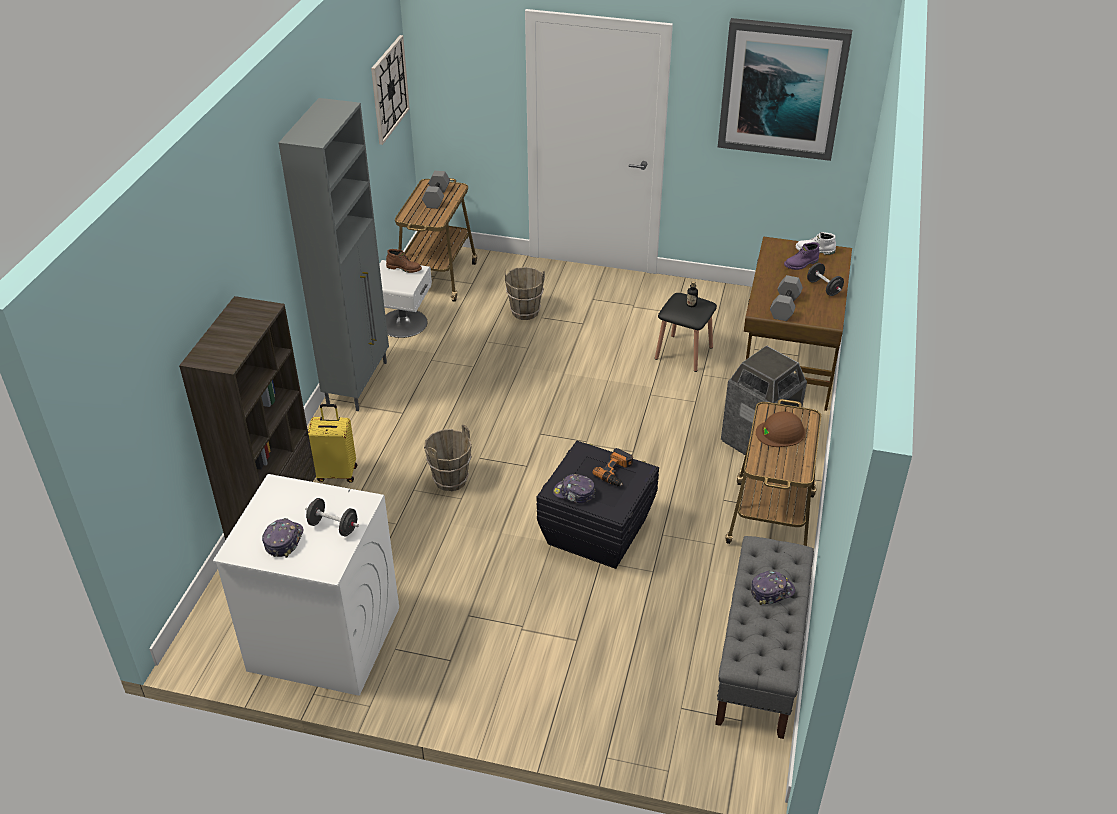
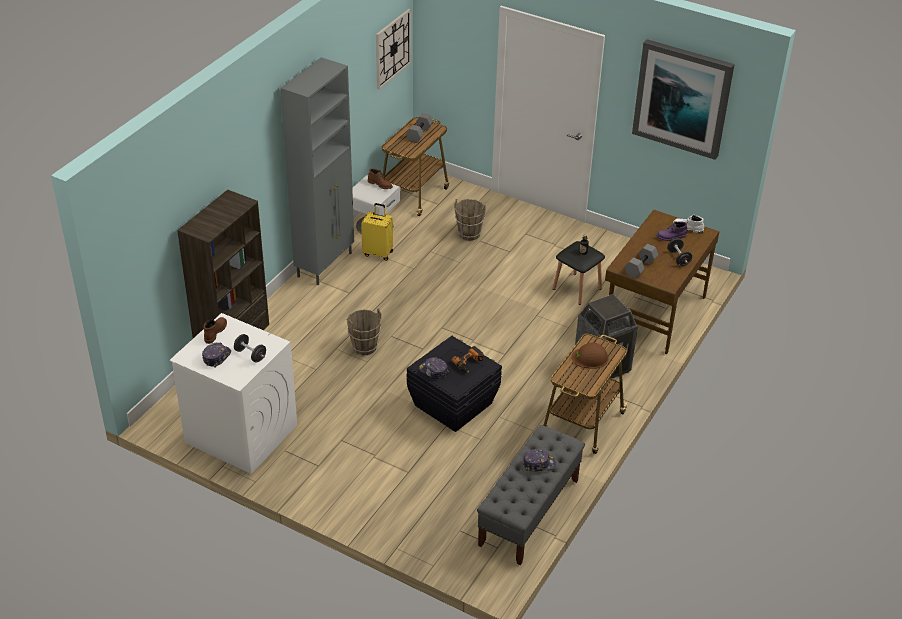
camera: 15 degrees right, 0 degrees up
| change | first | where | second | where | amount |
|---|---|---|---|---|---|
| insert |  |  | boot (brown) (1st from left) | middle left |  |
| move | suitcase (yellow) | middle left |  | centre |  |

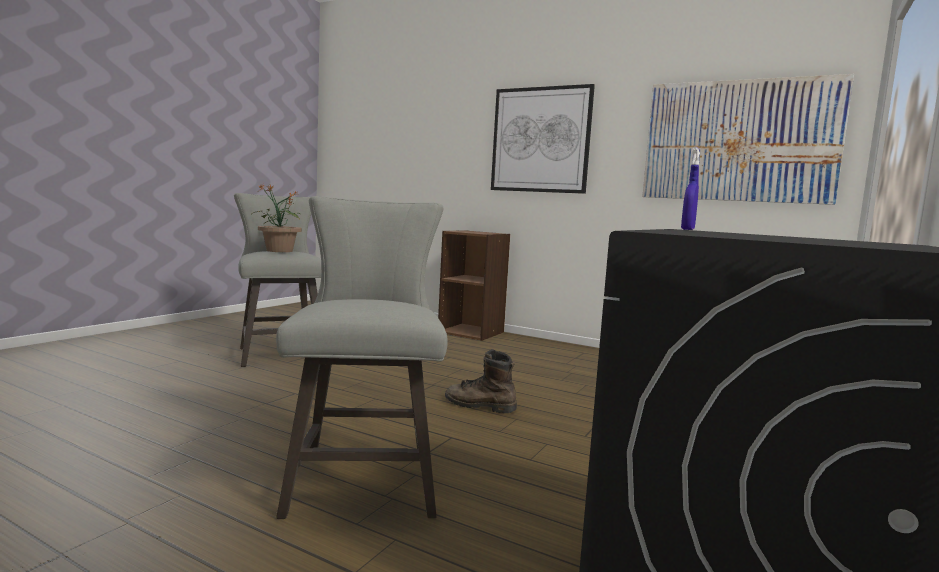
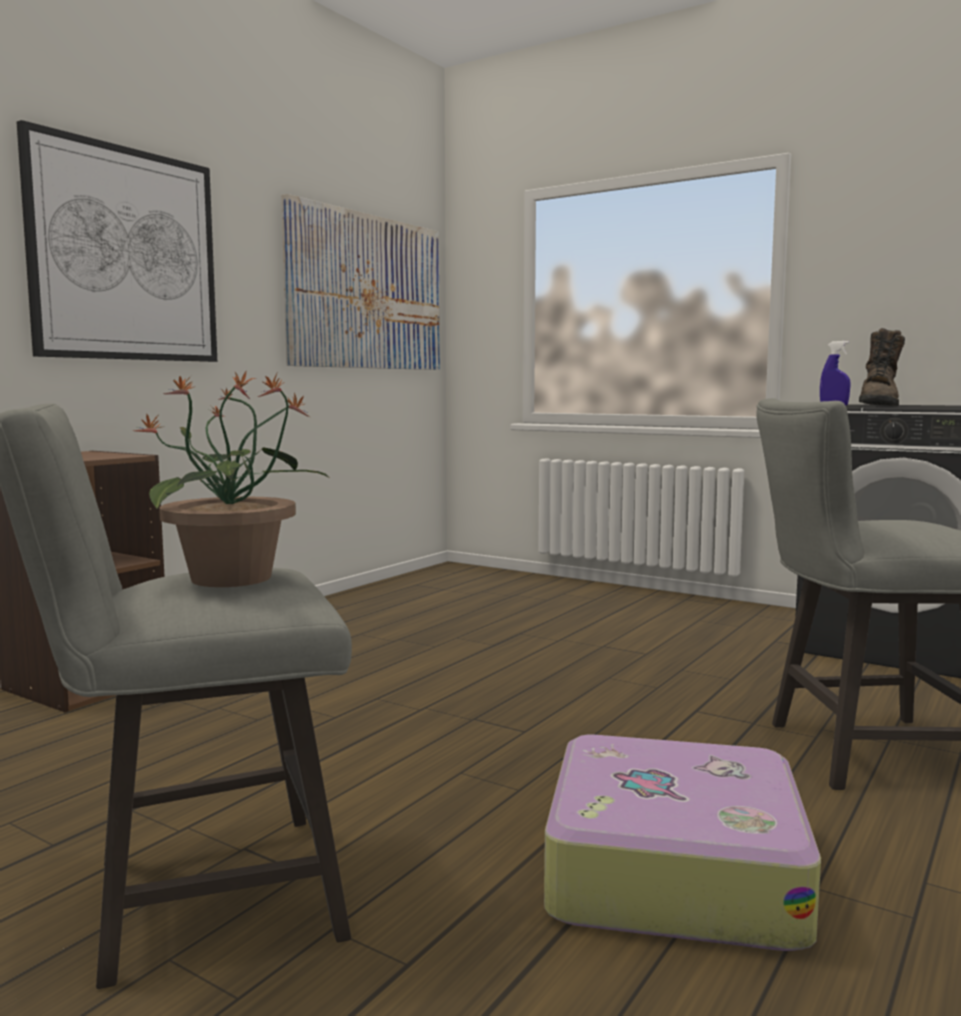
camera: 85 degrees left, 0 degrees up
| change | first | where | second | where | amount |
|---|---|---|---|---|---|
| insert |  |  | suitcase | bottom right |  |
| move | boot (brown) | centre |  | middle right |  |

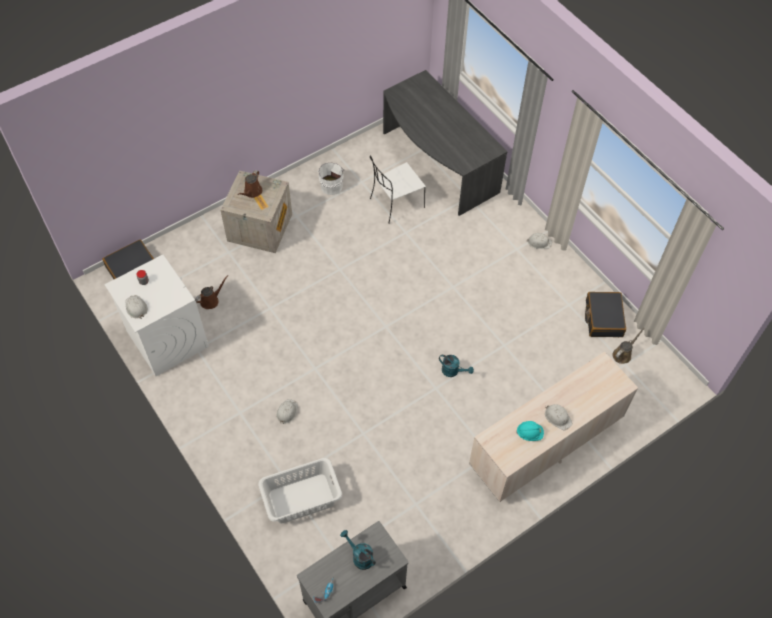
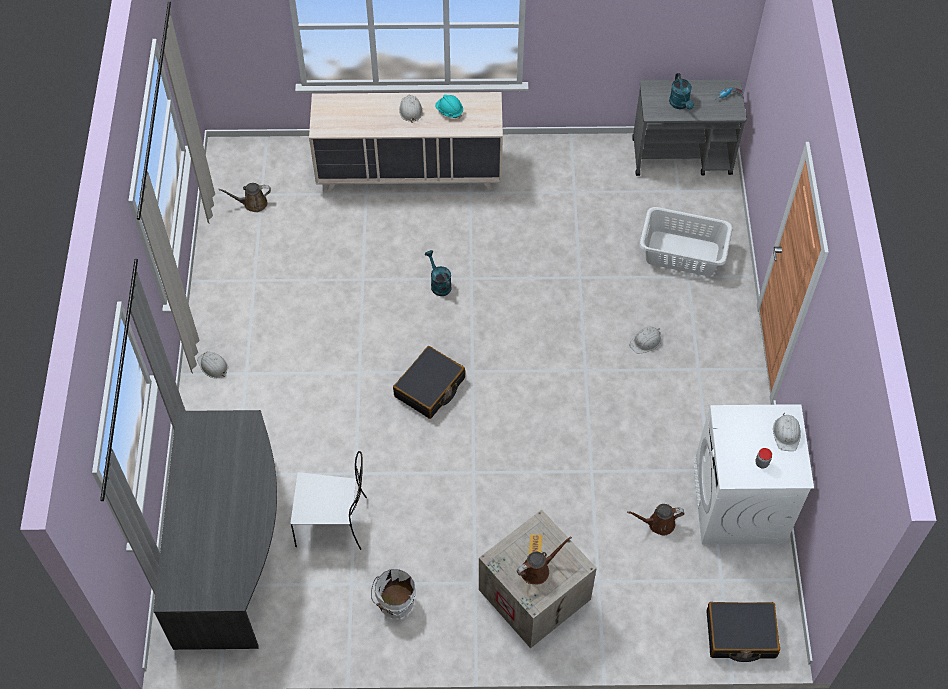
camera: 145 degrees left, 0 degrees up
| change | first | where | second | where | amount |
|---|---|---|---|---|---|
| move | suitcase (black) (2nd from left in the first image) | middle right | suitcase (black) (1st from left) | centre |  |

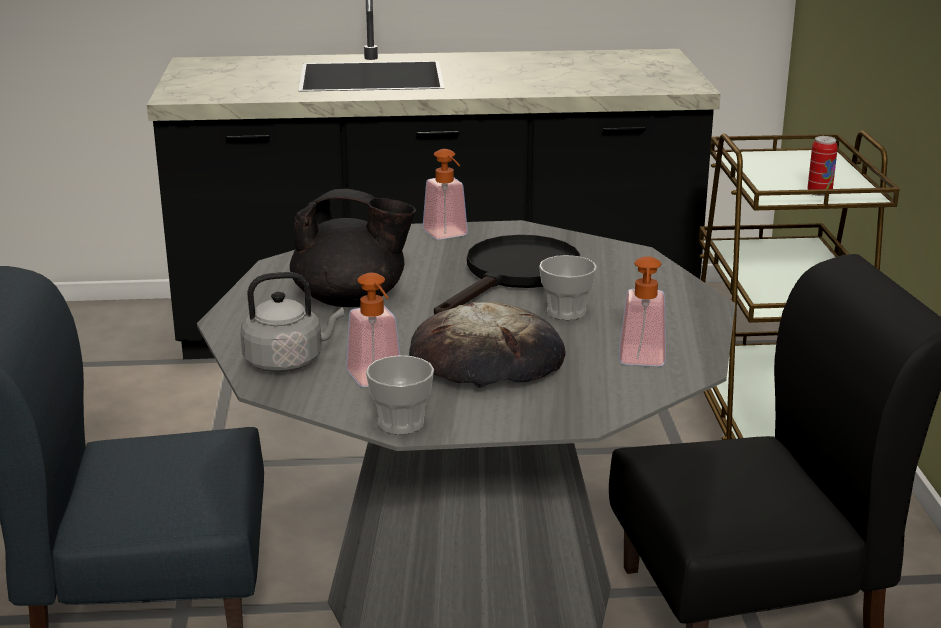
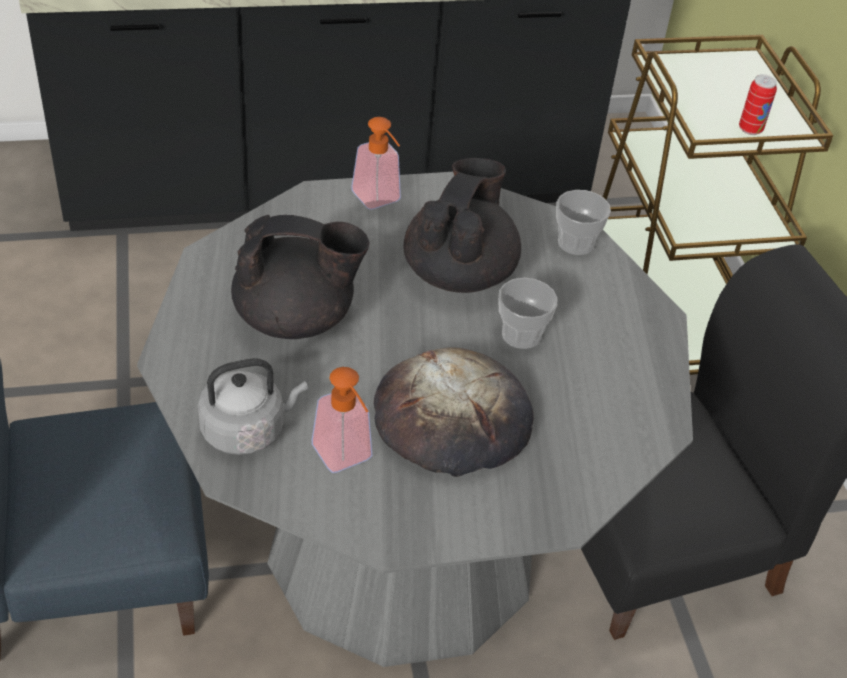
camera: 10 degrees left, 20 degrees up
| change | first | where | second | where | amount |
|---|---|---|---|---|---|
| delete | soap dispenser (3rd from left) | middle right |  |  |  |
| move | cup (1st from left in the first image) | centre | cup (2nd from left) | top right |  |
| replace | frying pan (black) | centre | teapot (black) (2nd from left) | top centre |  |

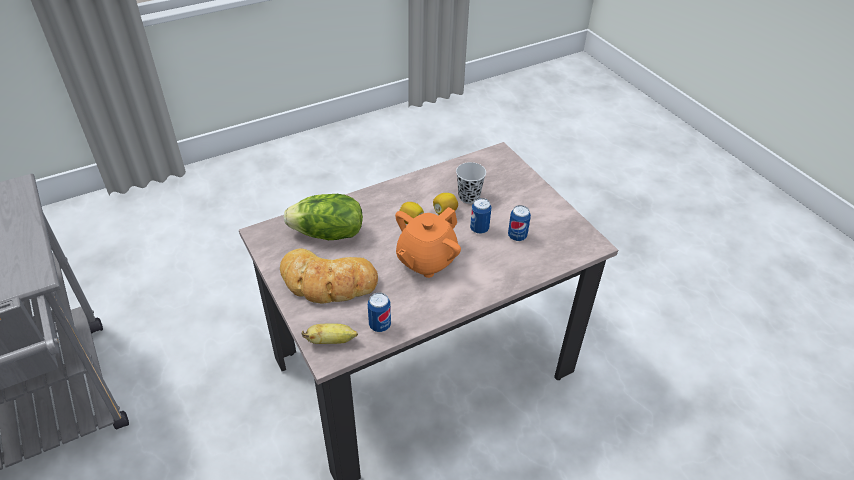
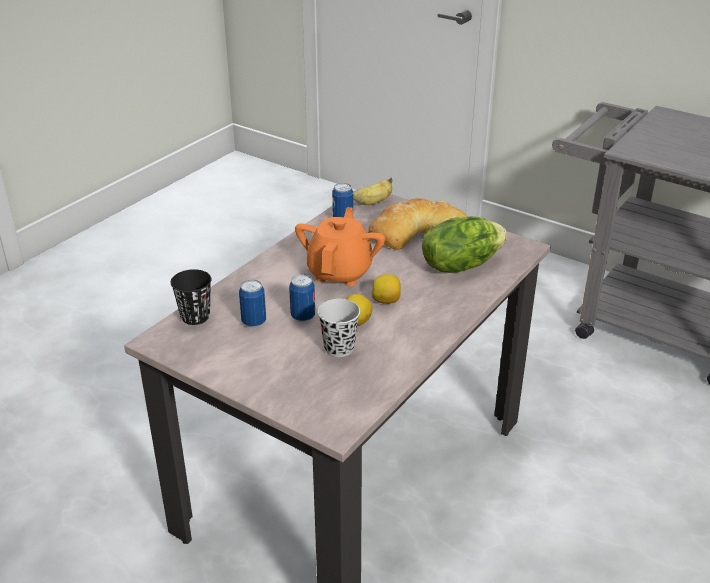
camera: 155 degrees right, 10 degrees down
| change | first | where | second | where | amount |
|---|---|---|---|---|---|
| insert |  |  | cup (black) (1st from left) | middle left |  |

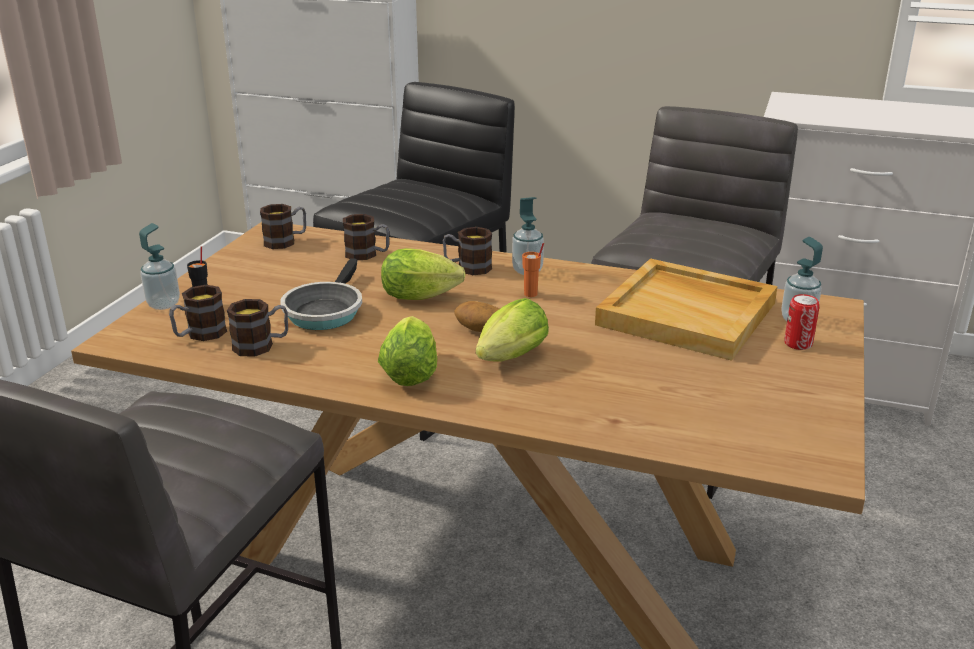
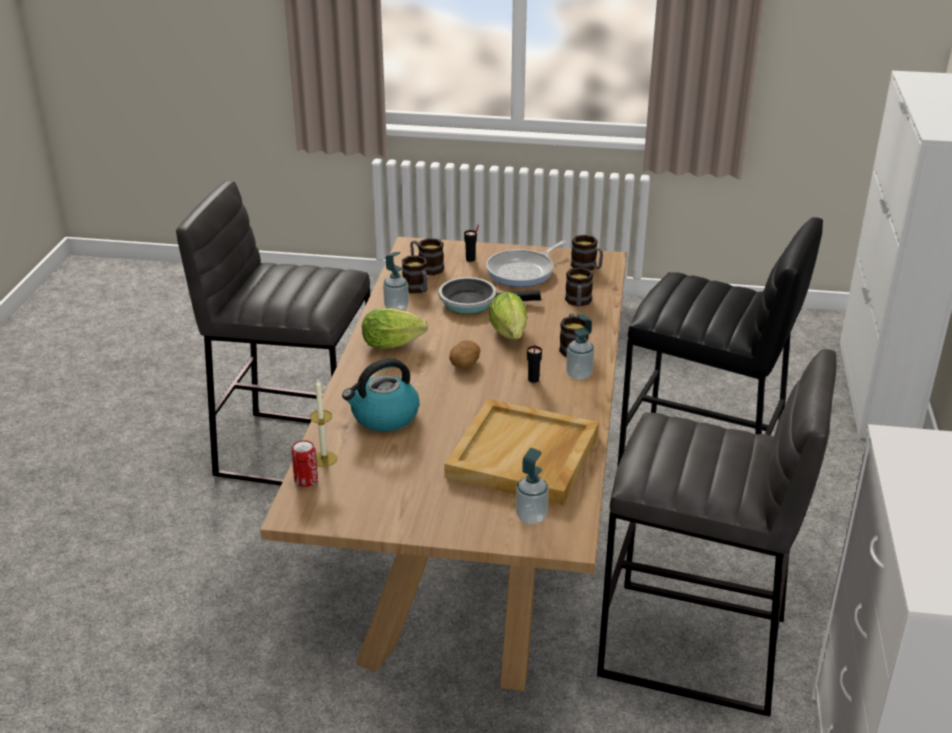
camera: 80 degrees right, 5 degrees up
| change | first | where | second | where | amount |
|---|---|---|---|---|---|
| delete | lettuce (3rd from left) | centre |  |  |  |
| insert |  |  | candle | centre |  |
| insert |  |  | kettle | centre |  |
| insert |  |  | frying pan (2nd from left) | centre |  |
| move | soap dispenser (1st from left) | middle left |  | centre |  |
| move | can | middle right |  | middle left |  |
| recolor | cup (orange) | centre | cup (black) (2nd from left) | centre |  |

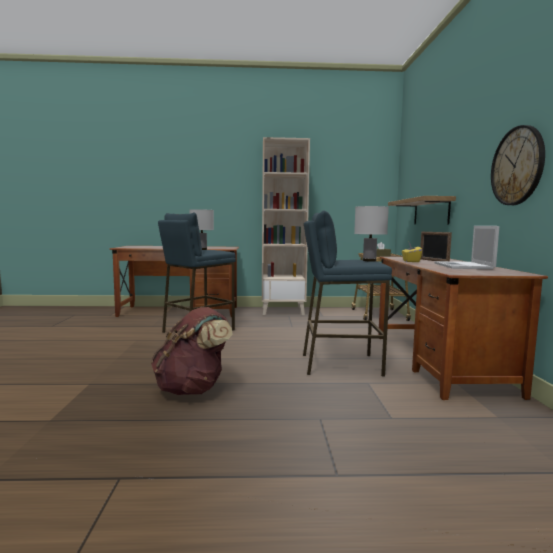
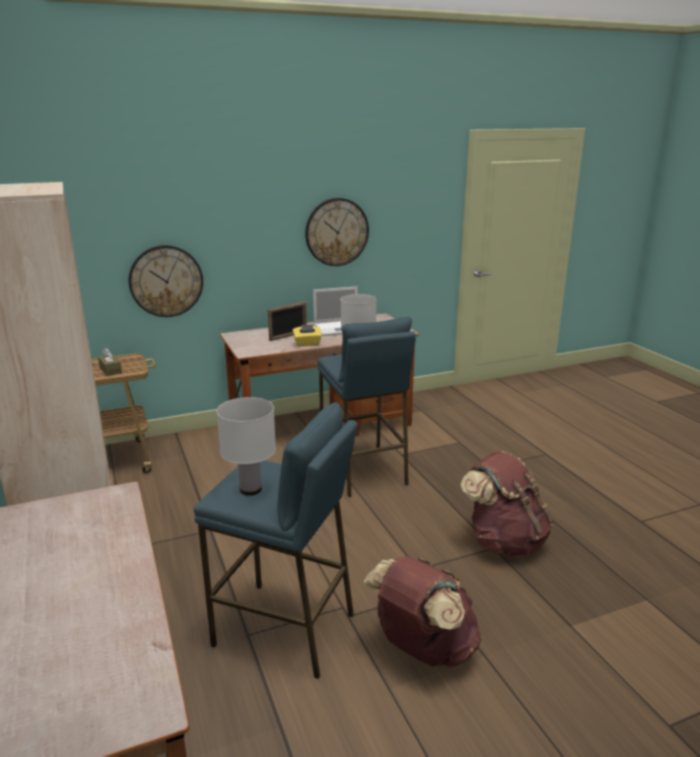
camera: 110 degrees left, 15 degrees up
| change | first | where | second | where | amount |
|---|---|---|---|---|---|
| insert |  |  | backpack (brown) (1st from left) | bottom centre |  |
| replace | shelf | middle right | wall clock (1st from left) | middle left |  |

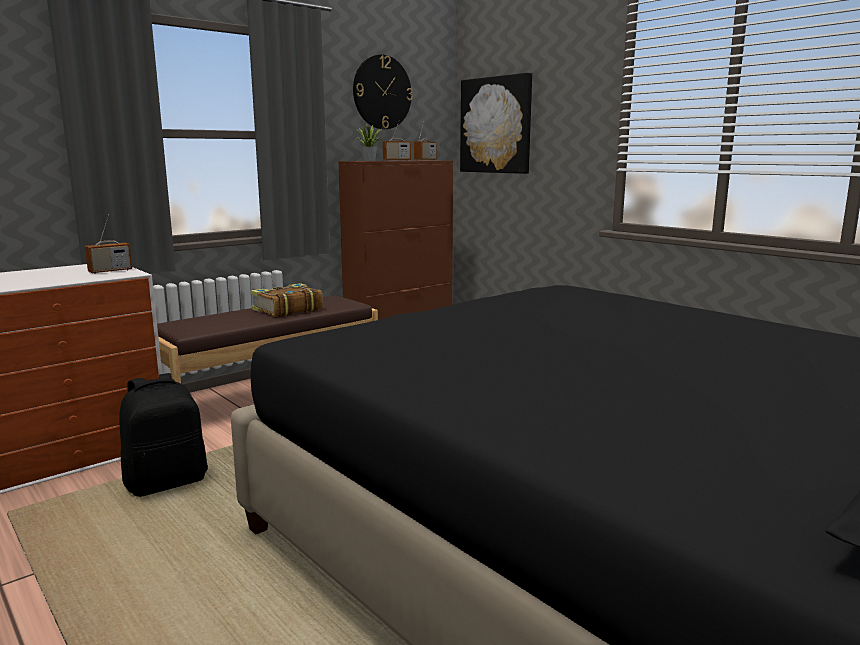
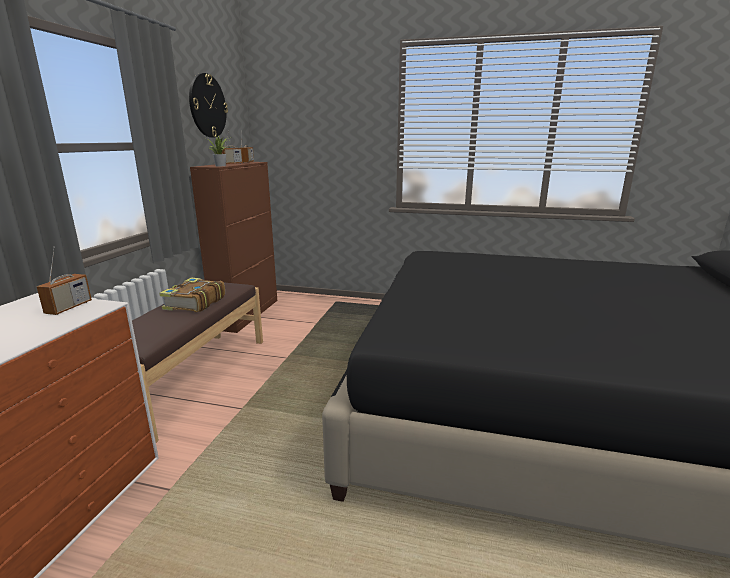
camera: 35 degrees left, 5 degrees up
| change | first | where | second | where | amount |
|---|---|---|---|---|---|
| delete | backpack (black) | bottom left |  |  |  |
| delete | picture | top centre |  |  |  |

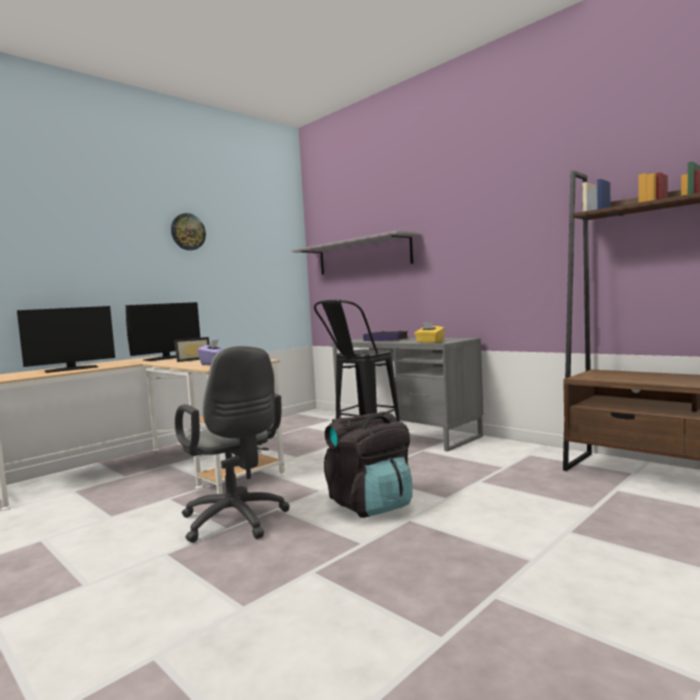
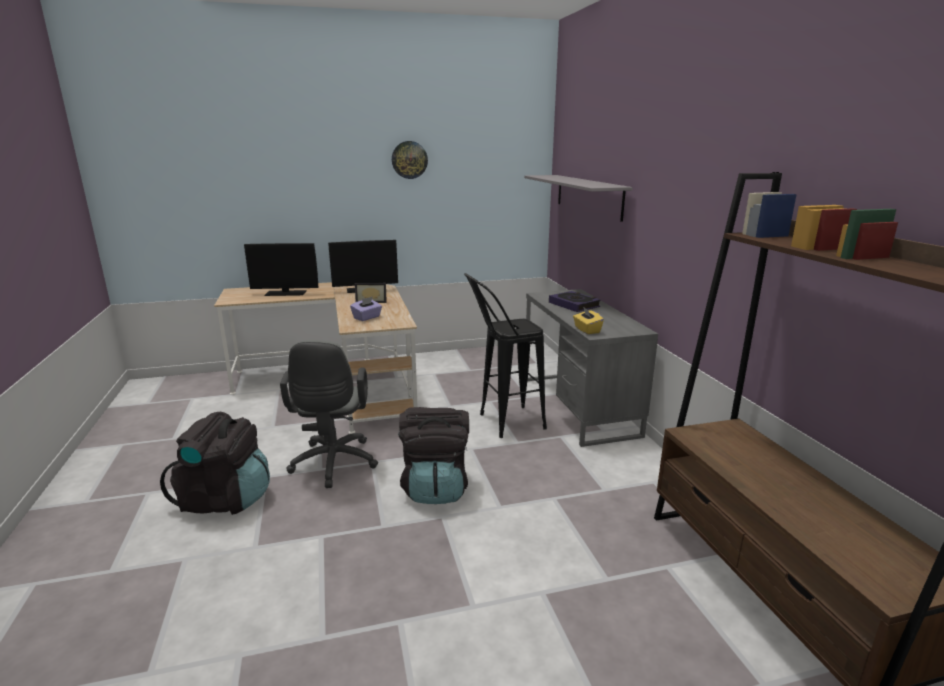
camera: 30 degrees right, 15 degrees up
| change | first | where | second | where | amount |
|---|---|---|---|---|---|
| insert |  |  | backpack (black) (1st from left) | bottom left |  |

